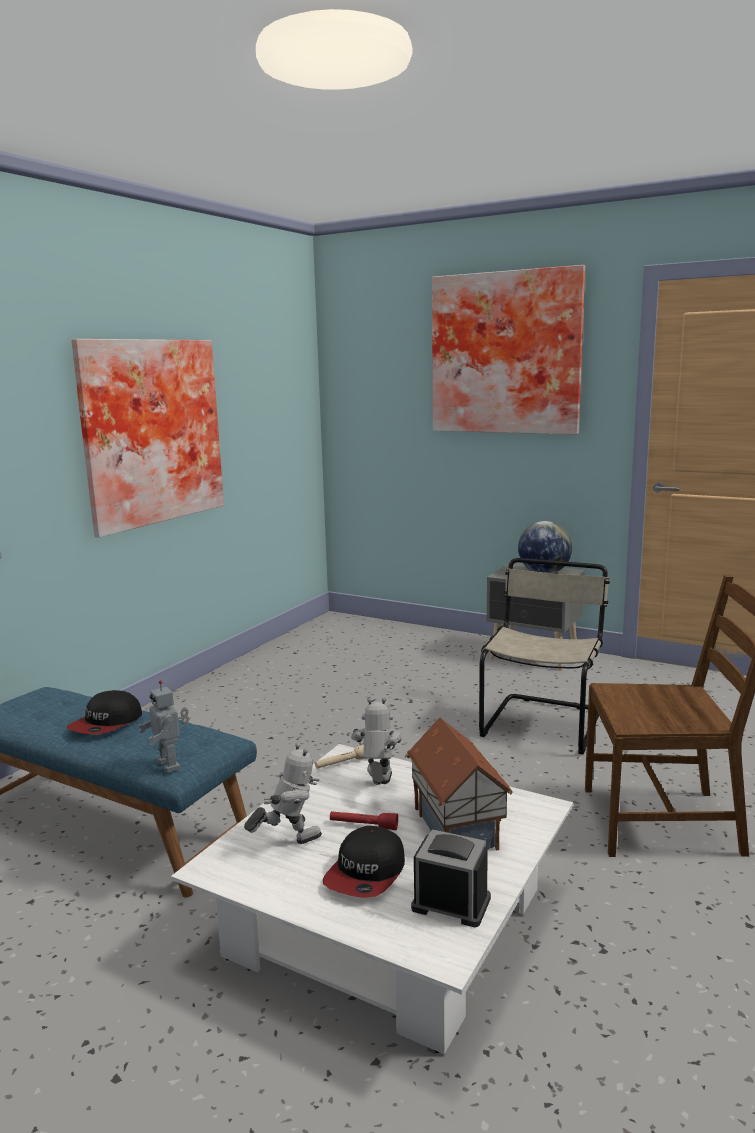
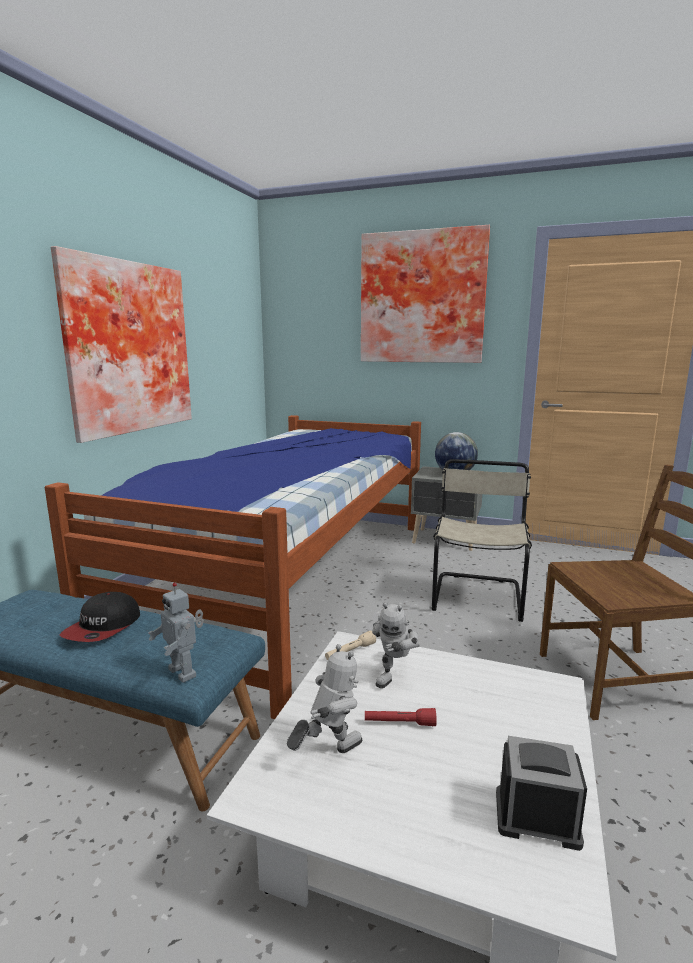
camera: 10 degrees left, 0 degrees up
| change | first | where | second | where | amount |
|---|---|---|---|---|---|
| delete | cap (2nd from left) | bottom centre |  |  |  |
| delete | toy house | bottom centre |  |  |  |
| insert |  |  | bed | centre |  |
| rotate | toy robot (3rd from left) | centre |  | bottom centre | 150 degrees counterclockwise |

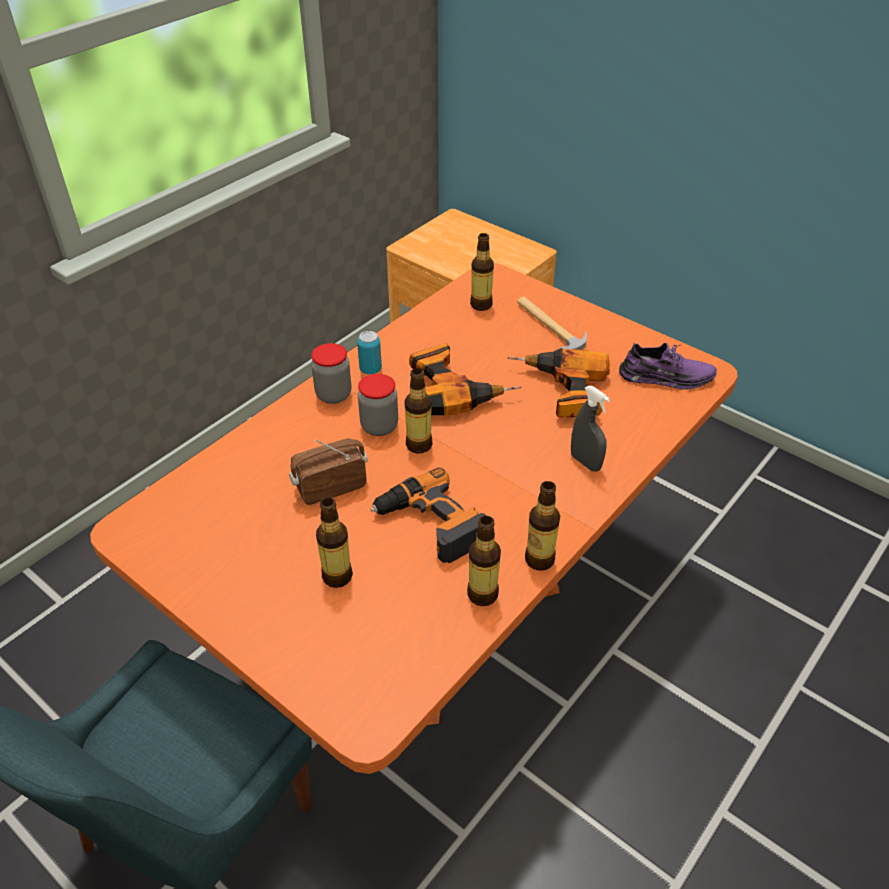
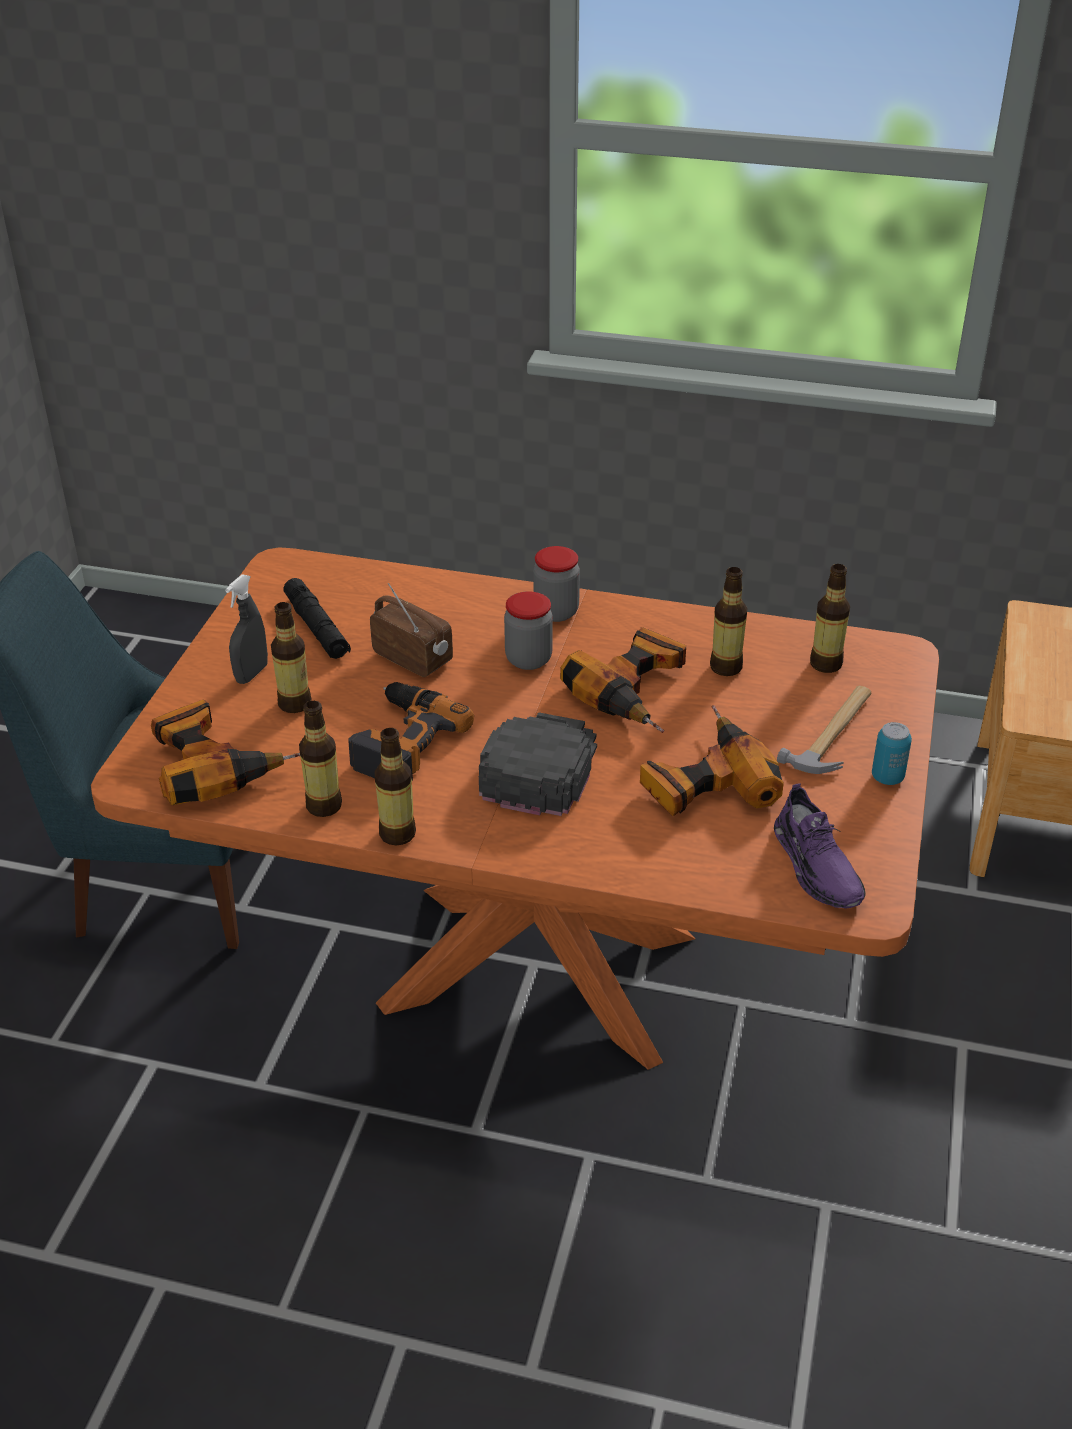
camera: 65 degrees right, 5 degrees down
| change | first | where | second | where | amount |
|---|---|---|---|---|---|
| insert |  |  | power drill (1st from left) | middle left |  |
| insert |  |  | flashlight (black) | middle left |  |
| insert |  |  | cap (black) | centre |  |
| move | can | centre |  | middle right |  |
| move | bottle (2nd from left in the first image) | centre | bottle (4th from left) | middle right |  |
| move | spray bottle (grey) | centre |  | middle left |  |

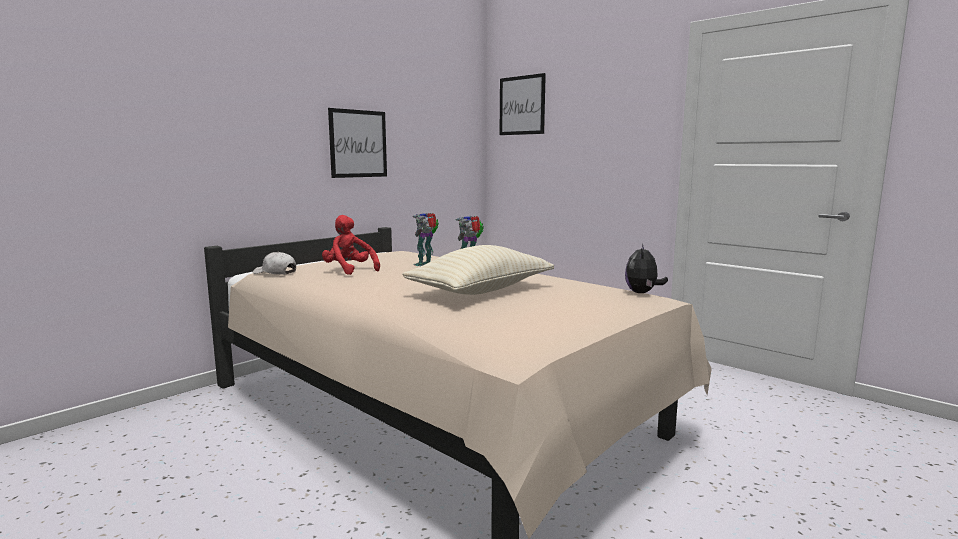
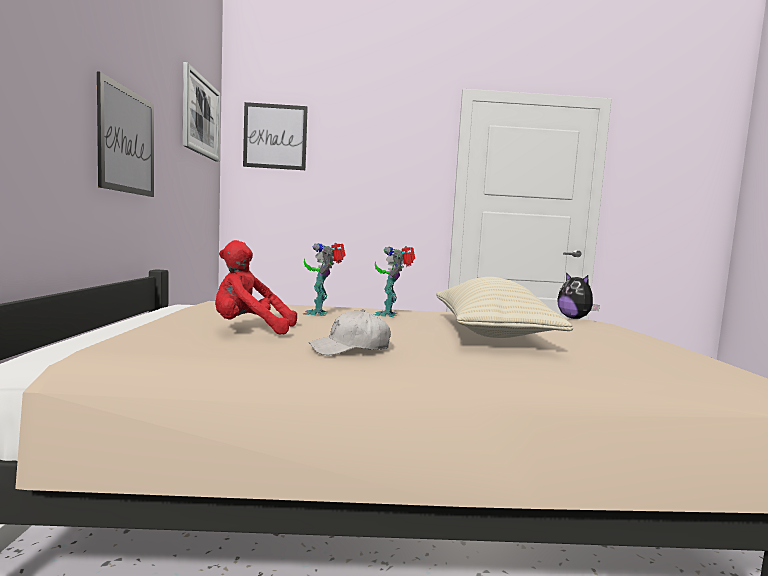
camera: 45 degrees left, 5 degrees down
| change | first | where | second | where | amount |
|---|---|---|---|---|---|
| insert |  |  | picture (2nd from left) | top left |  |
| move | cap (white) | middle left |  | centre |  |

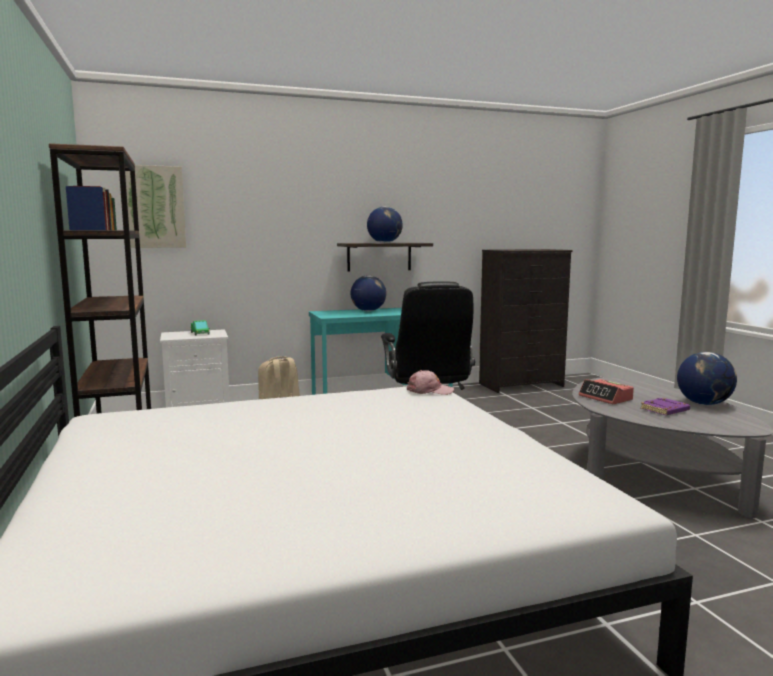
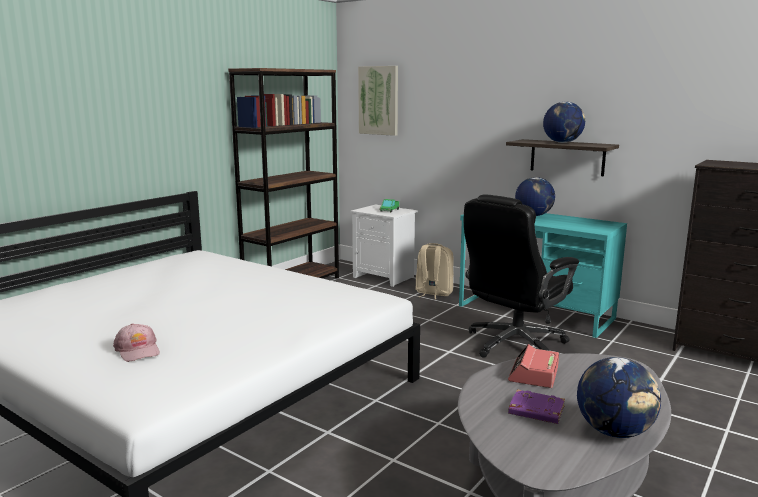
camera: 55 degrees right, 5 degrees up
| change | first | where | second | where | amount |
|---|---|---|---|---|---|
| move | cap (pink) | centre |  | bottom left |  |

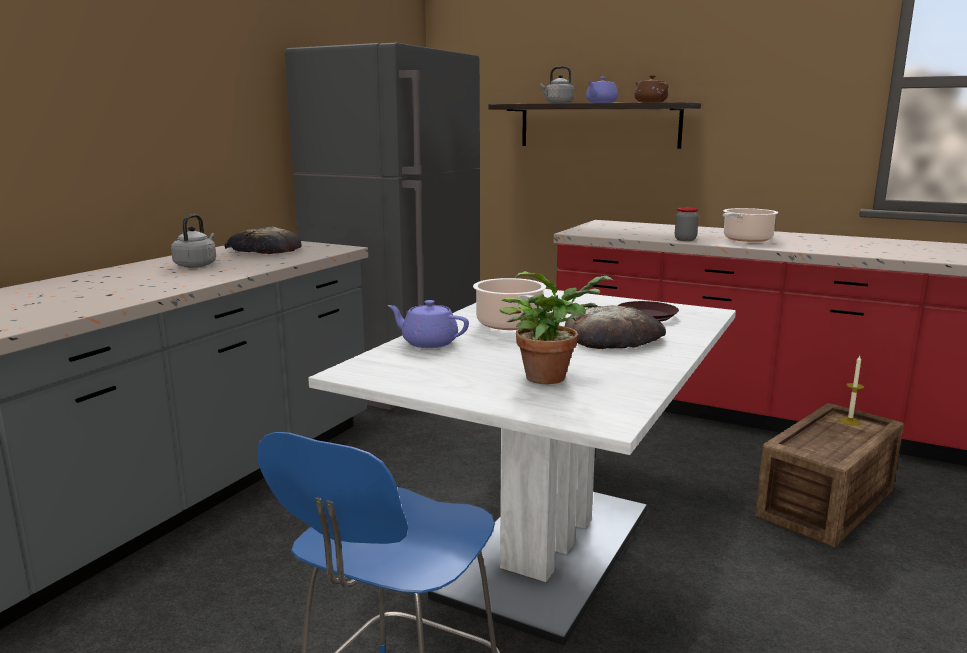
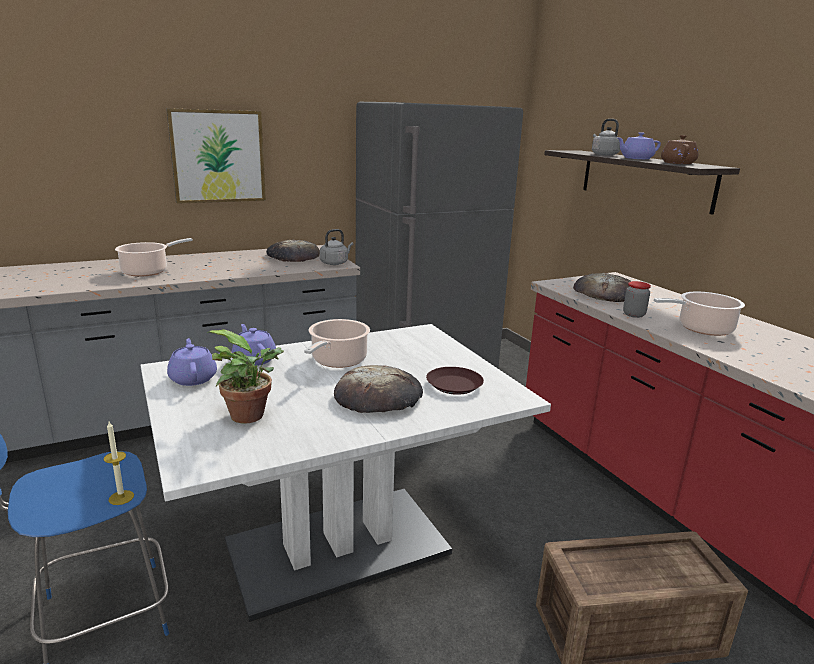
camera: 35 degrees right, 5 degrees up
| change | first | where | second | where | amount |
|---|---|---|---|---|---|
| insert |  |  | cooking pot (1st from left) | middle left |  |
| insert |  |  | picture | top left |  |
| insert |  |  | teapot (purple) (1st from left) | middle left |  |
| insert |  |  | bread (3rd from left) | middle right |  |
| move | kettle (grey) (1st from left) | middle left |  | centre |  |
| move | candle | middle right |  | bottom left |  |

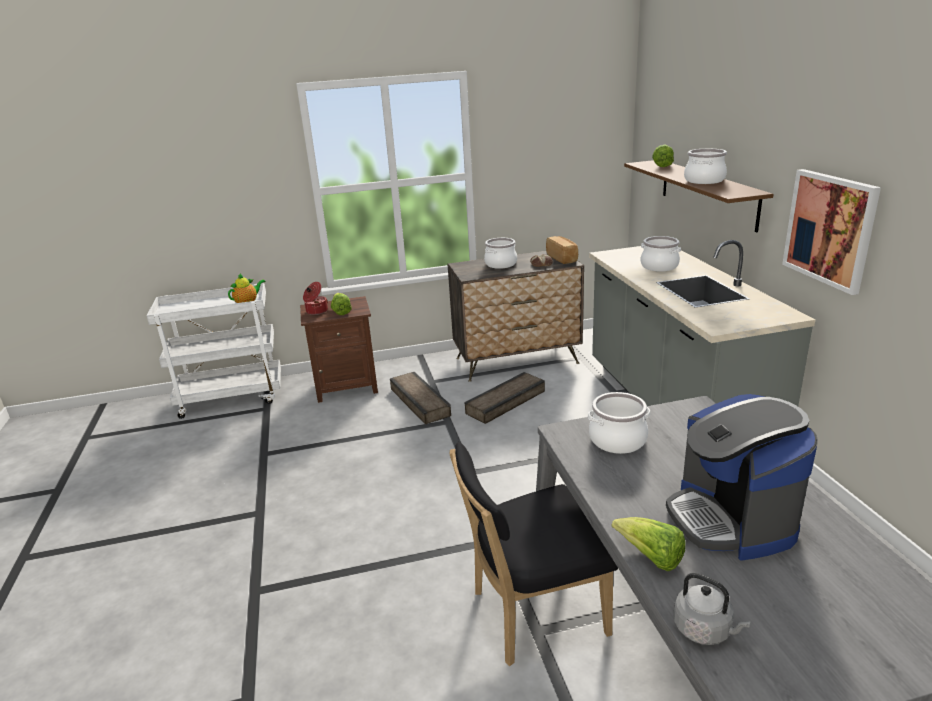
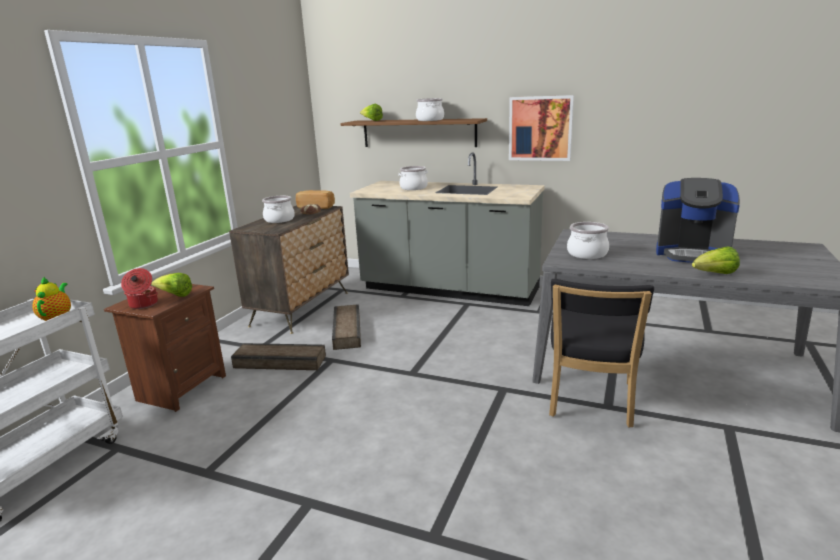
camera: 55 degrees left, 5 degrees down
| change | first | where | second | where | amount |
|---|---|---|---|---|---|
| delete | kettle (grey) | bottom right |  |  |  |

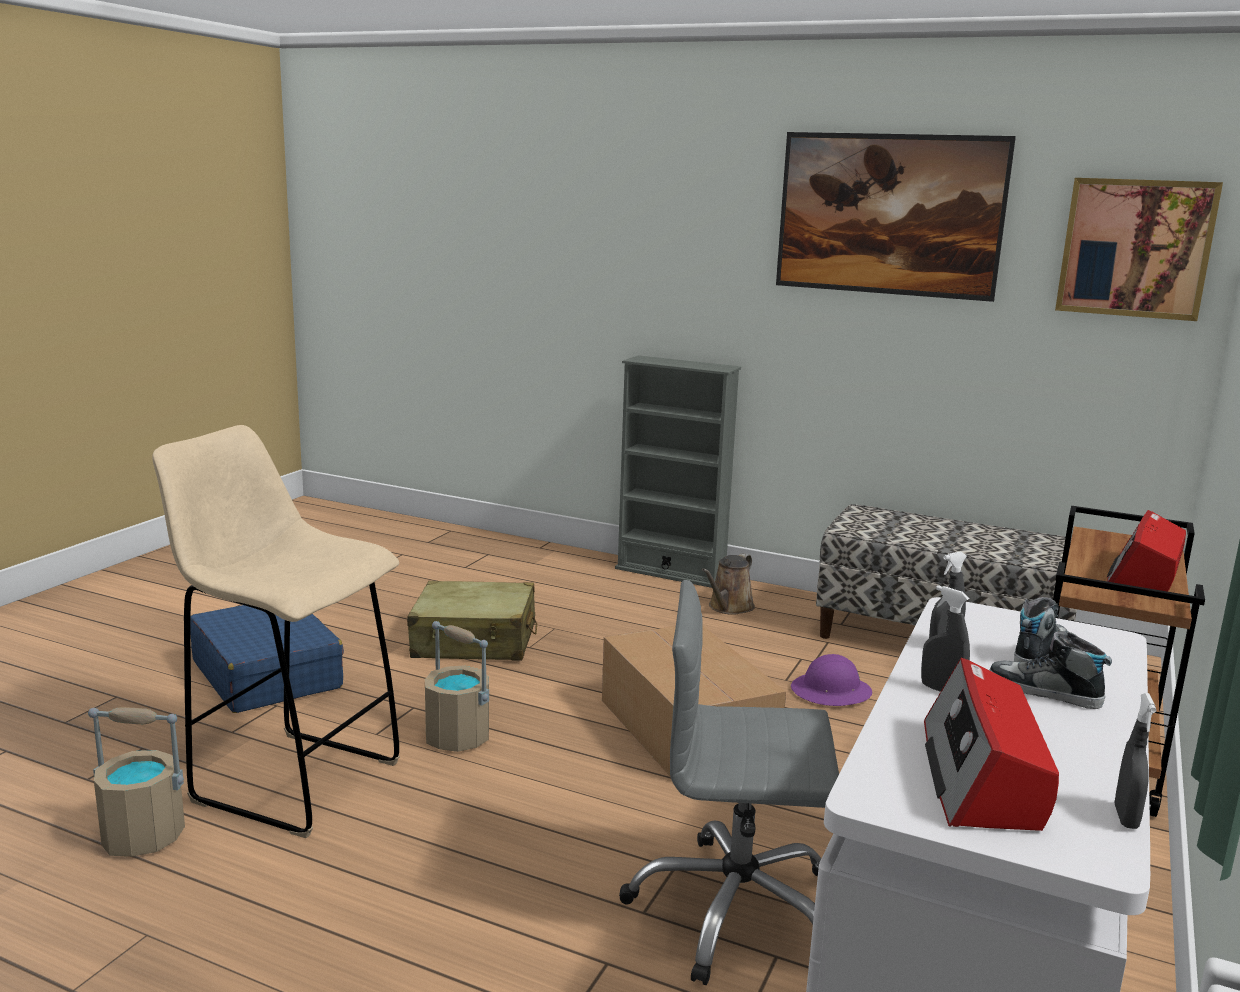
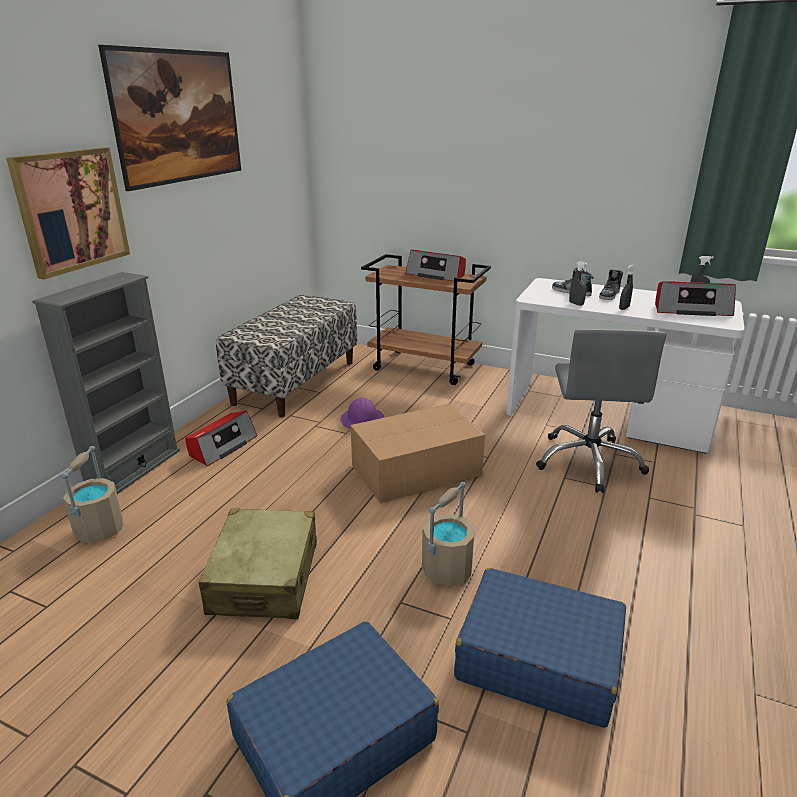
camera: 90 degrees left, 10 degrees up
| change | first | where | second | where | amount |
|---|---|---|---|---|---|
| move | bucket (beige) (1st from left) | bottom left |  | middle left |  |
| move | picture (2nd from left in the first image) | top right | picture (1st from left) | top left |  |
| replace | stool (beige) | middle left | suitcase (blue) (2nd from left) | bottom right |  |
| replace | watering can (brown) | centre | radio (1st from left) | middle left |  |

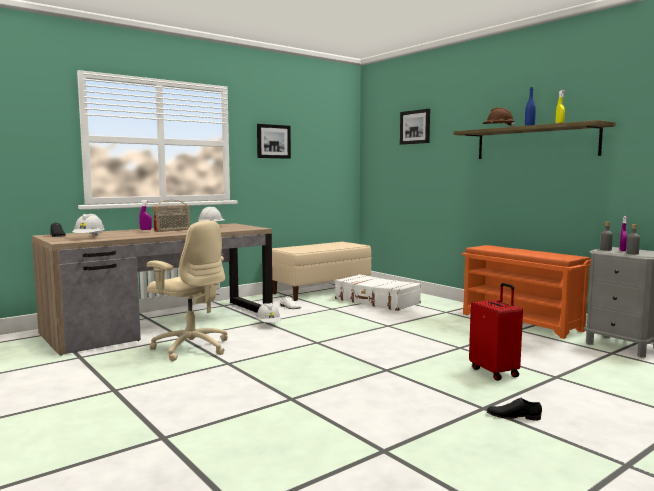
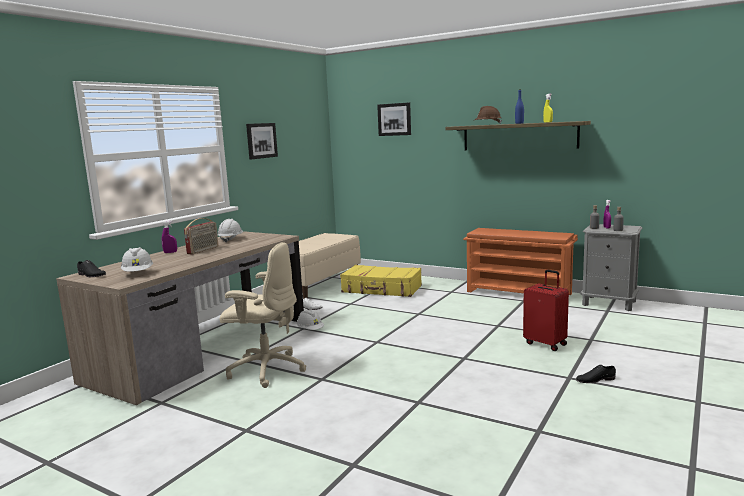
camera: 20 degrees left, 5 degrees up
| change | first | where | second | where | amount |
|---|---|---|---|---|---|
| recolor | suitcase (white) | centre | suitcase (yellow) | centre |  |

